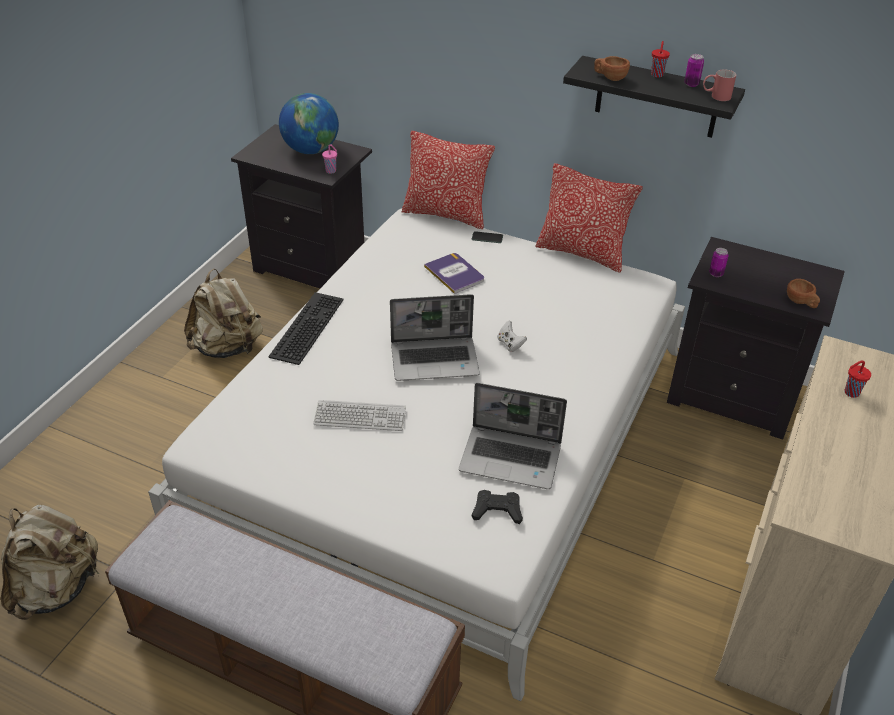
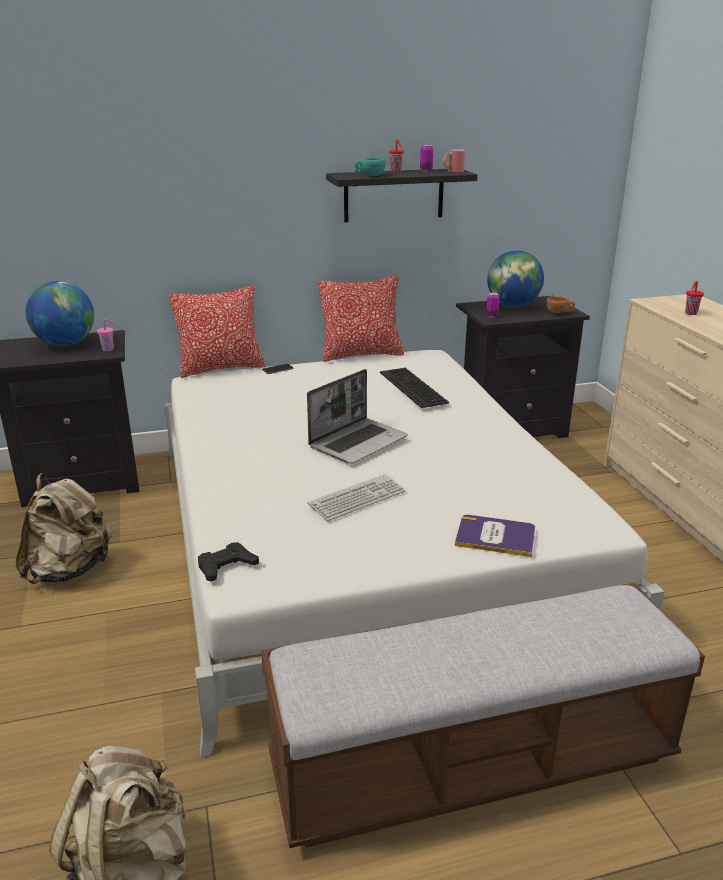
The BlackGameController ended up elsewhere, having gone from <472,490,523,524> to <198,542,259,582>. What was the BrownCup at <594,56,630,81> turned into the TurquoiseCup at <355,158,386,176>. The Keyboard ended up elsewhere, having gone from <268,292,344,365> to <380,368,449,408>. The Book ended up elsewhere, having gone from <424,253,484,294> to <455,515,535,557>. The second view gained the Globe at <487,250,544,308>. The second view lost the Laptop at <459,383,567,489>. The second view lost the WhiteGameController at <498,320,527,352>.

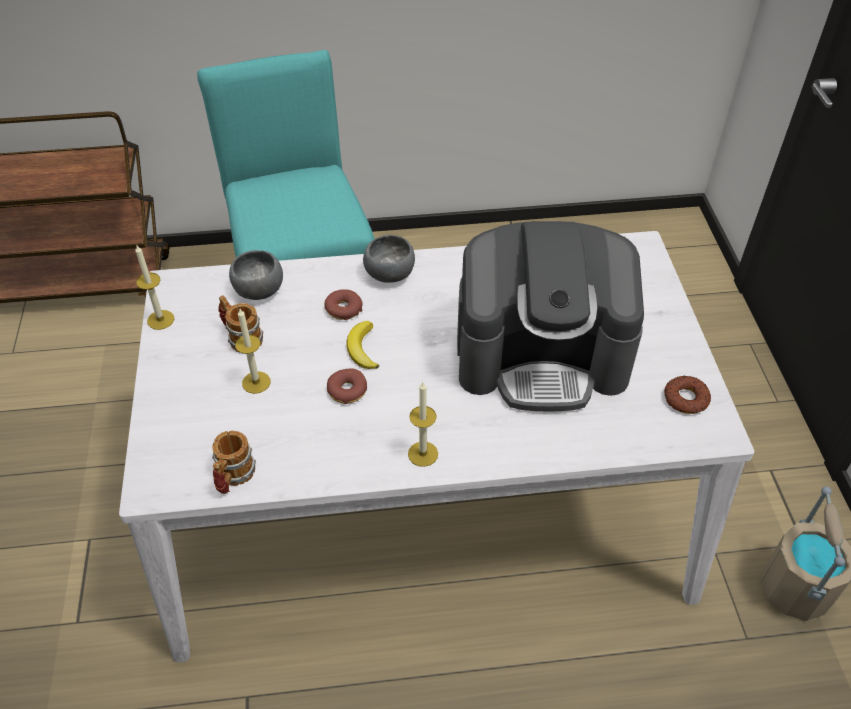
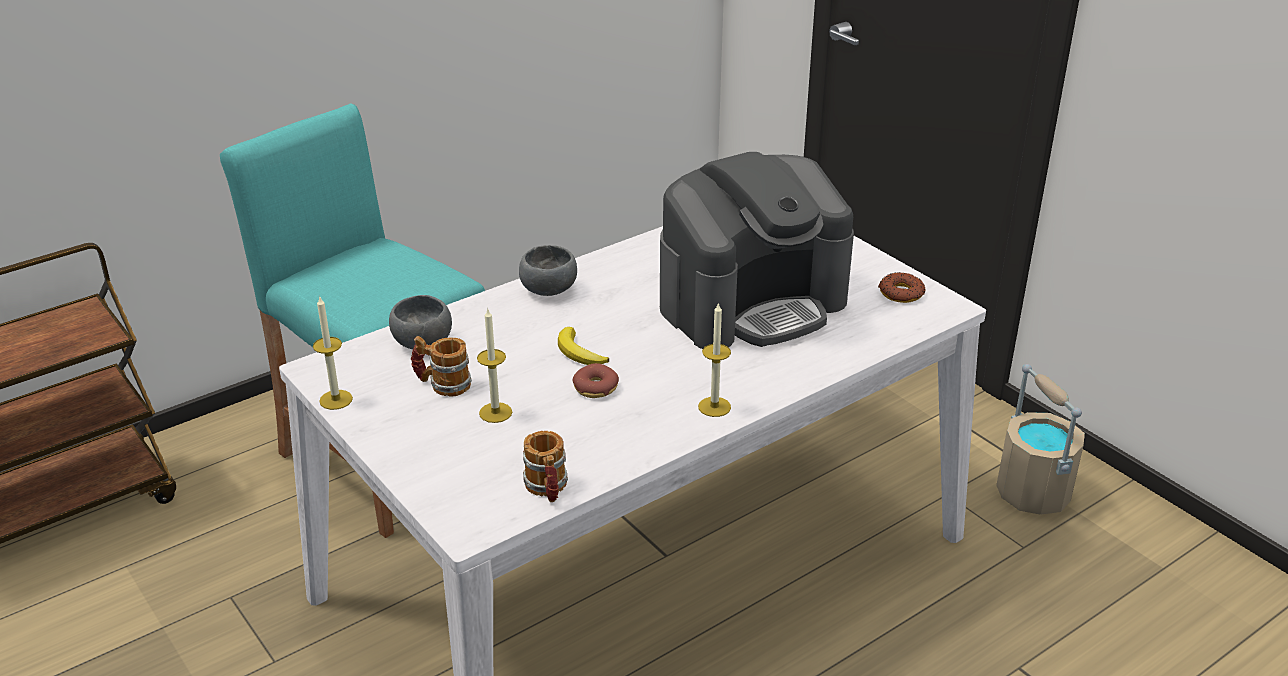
The second view lost the Donut at <324,289,363,320>.

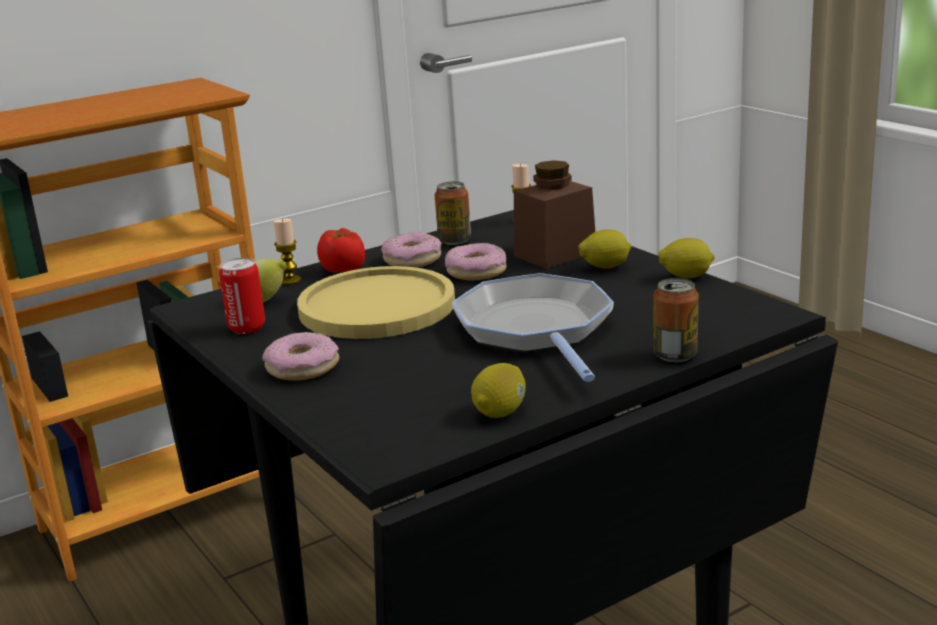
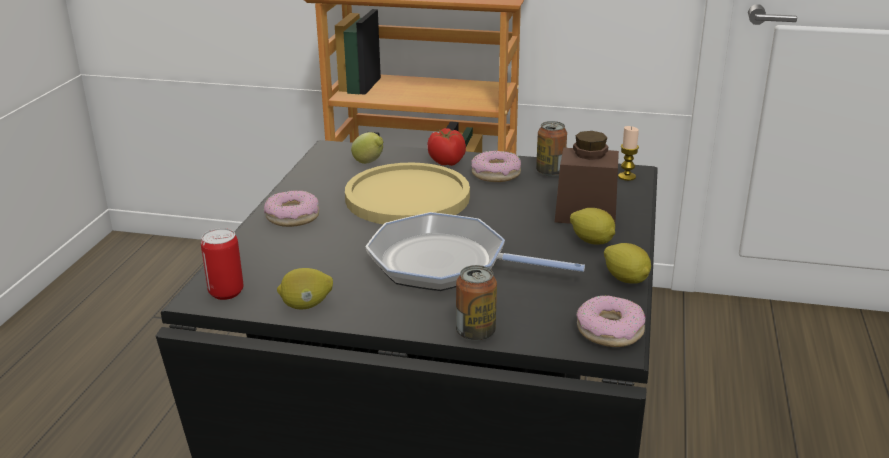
The Can ended up elsewhere, having gone from <219,258,265,334> to <201,228,244,300>. The FryingPan at <452,273,614,382> ended up facing another way, 105 degrees counterclockwise from before. The Donut ended up elsewhere, having gone from <445,243,507,280> to <577,295,645,347>. The second view lost the Candle at <273,219,301,285>.

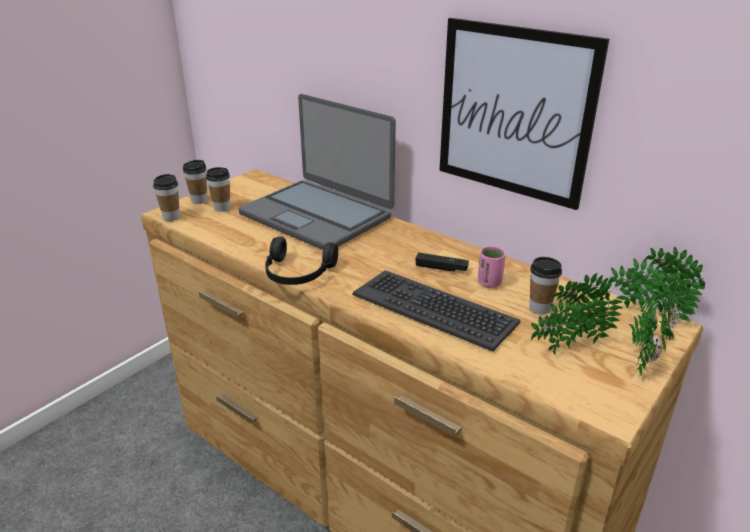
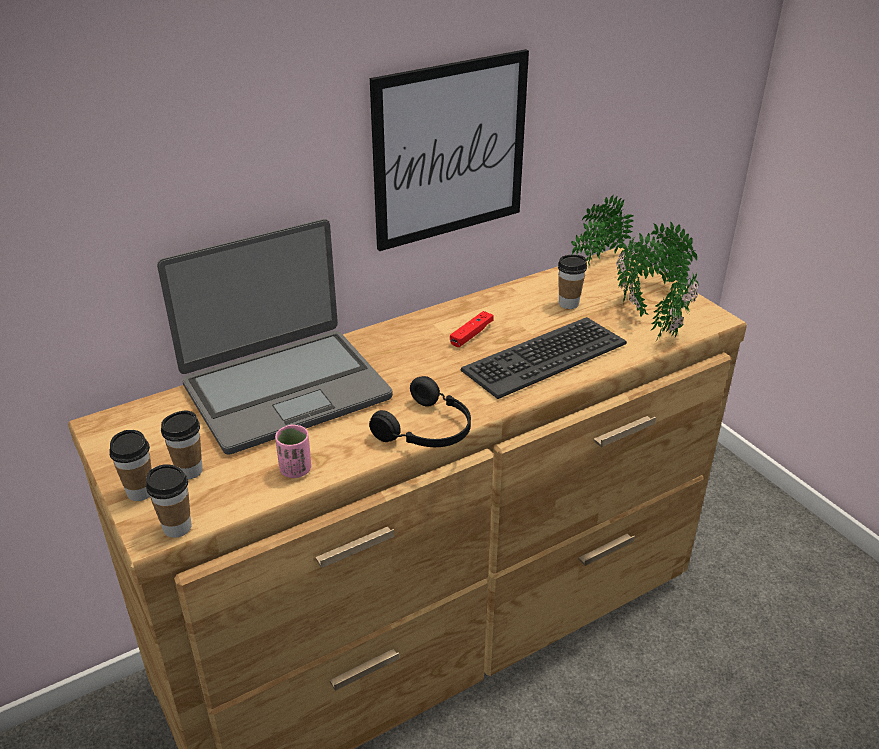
The PinkCup ended up elsewhere, having gone from <478,246,506,288> to <275,424,311,478>. What was the BlackGameController at <416,253,469,272> turned into the RedGameController at <450,311,494,347>. The second view gained the PottedPlant at <651,272,699,341>.

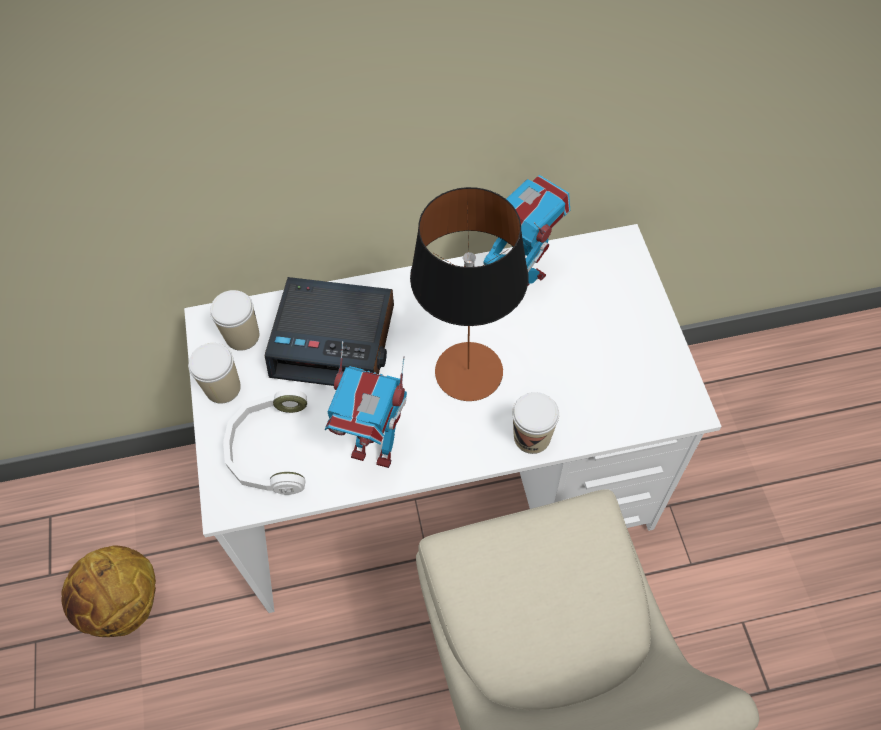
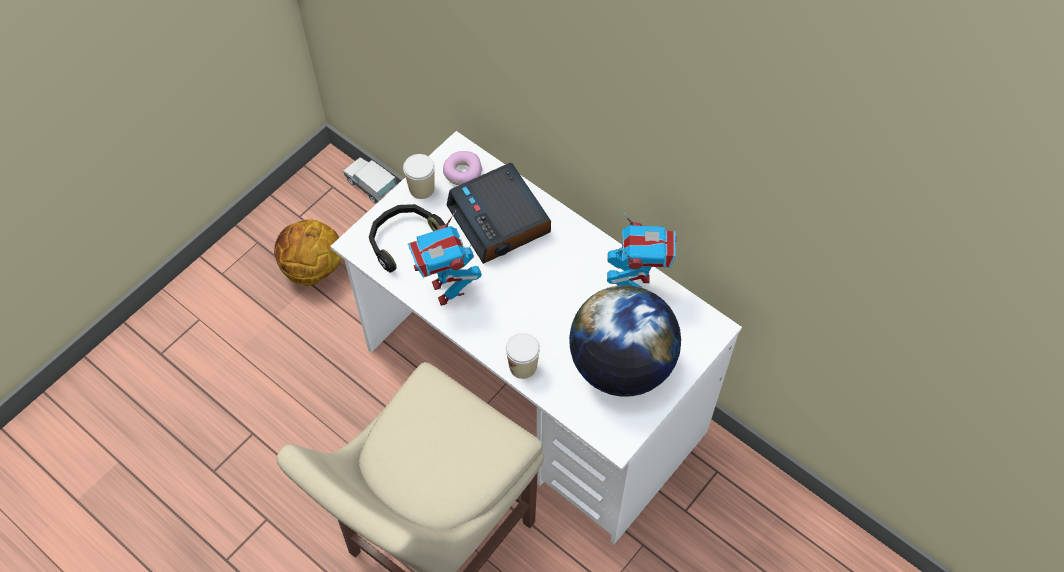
The second view gained the ToyTruck at <343,157,397,203>. What was the WhiteHeadphones at <223,389,307,495> turned into the BlackHeadphones at <369,204,445,273>. Where the Cup stood at <210,290,259,351>, the Donut came to stand at <443,151,482,185>. The second view gained the Globe at <569,285,681,397>. The second view lost the TableLamp at <410,187,528,401>.

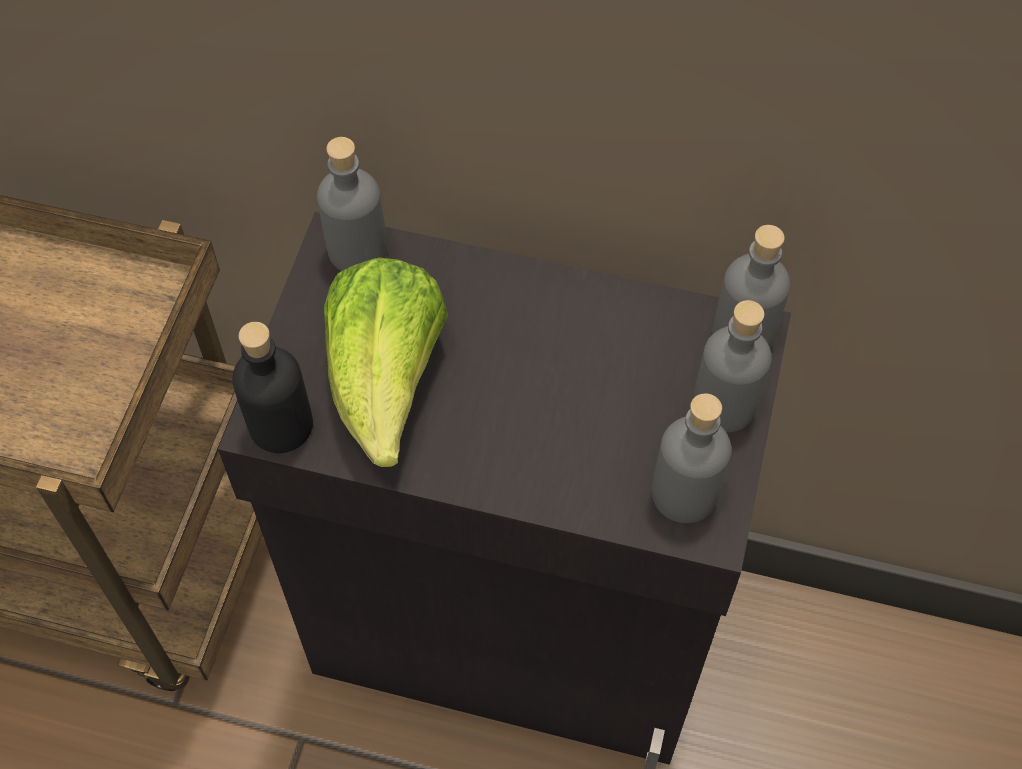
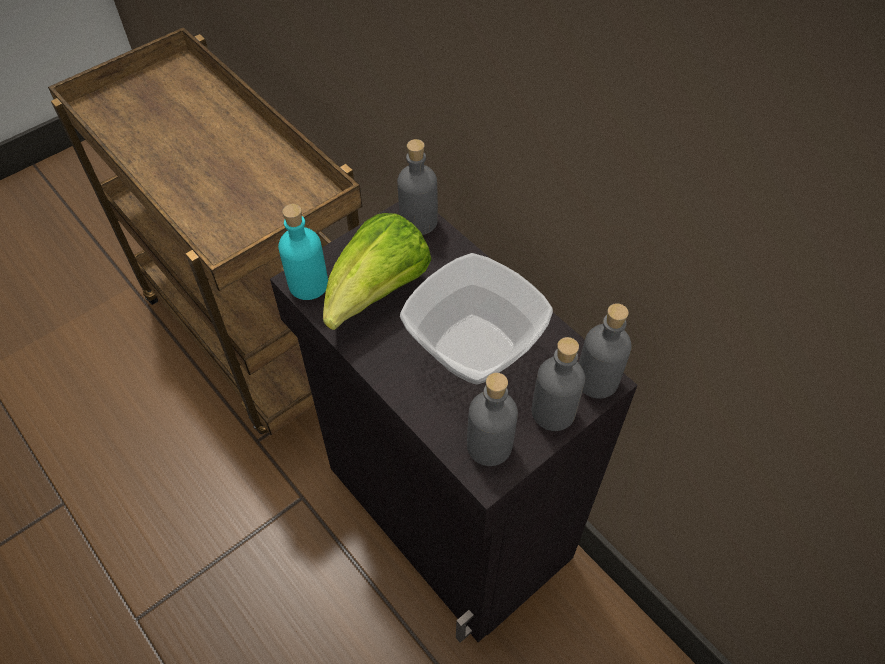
What was the BlackBottle at <232,322,313,453> turned into the TurquoiseBottle at <278,204,328,300>. The second view gained the Bowl at <400,253,553,384>.

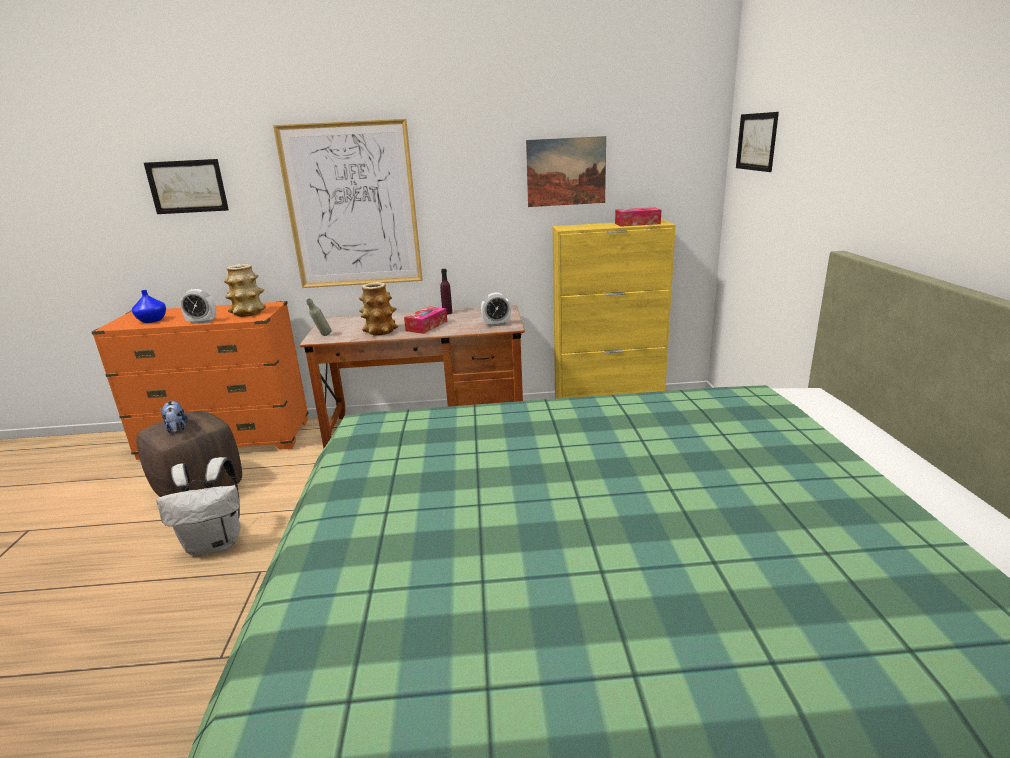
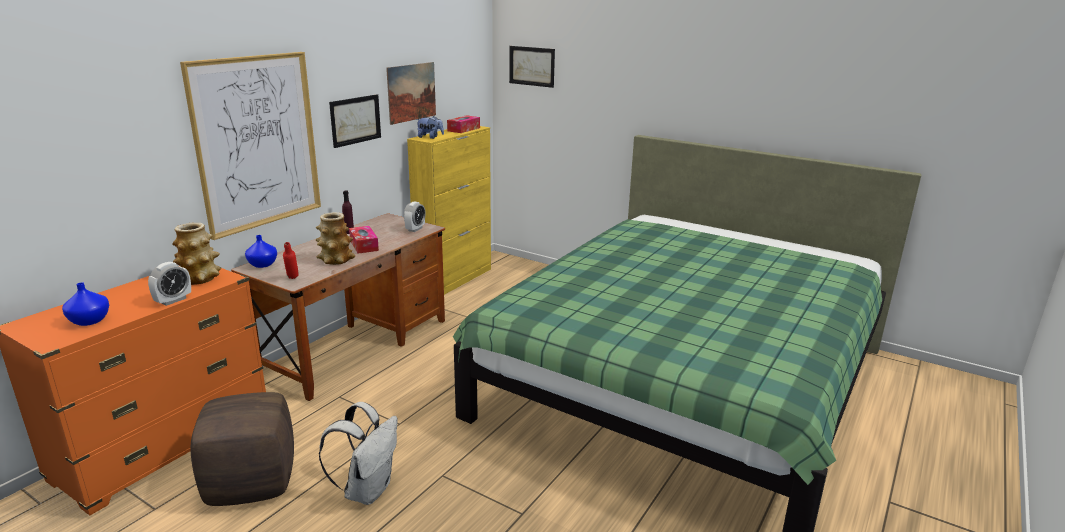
The second view gained the BlueVase at <245,235,277,268>. What was the GreyBottle at <306,298,331,336> turned into the RedBottle at <283,242,299,279>. The Picture ended up elsewhere, having gone from <144,159,229,214> to <329,94,381,148>. The PlushToy ended up elsewhere, having gone from <160,400,187,433> to <416,116,444,139>.

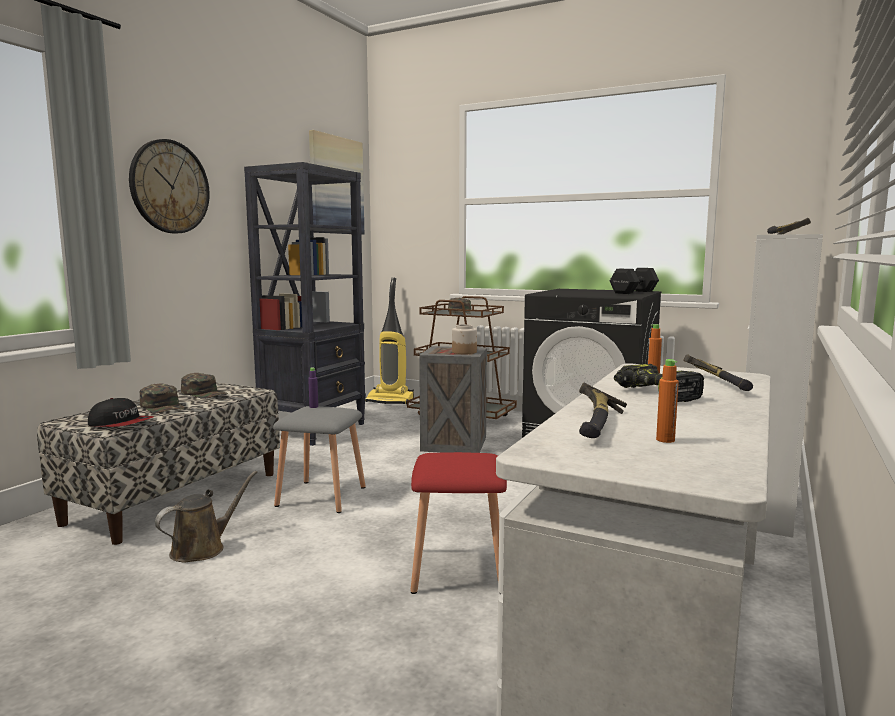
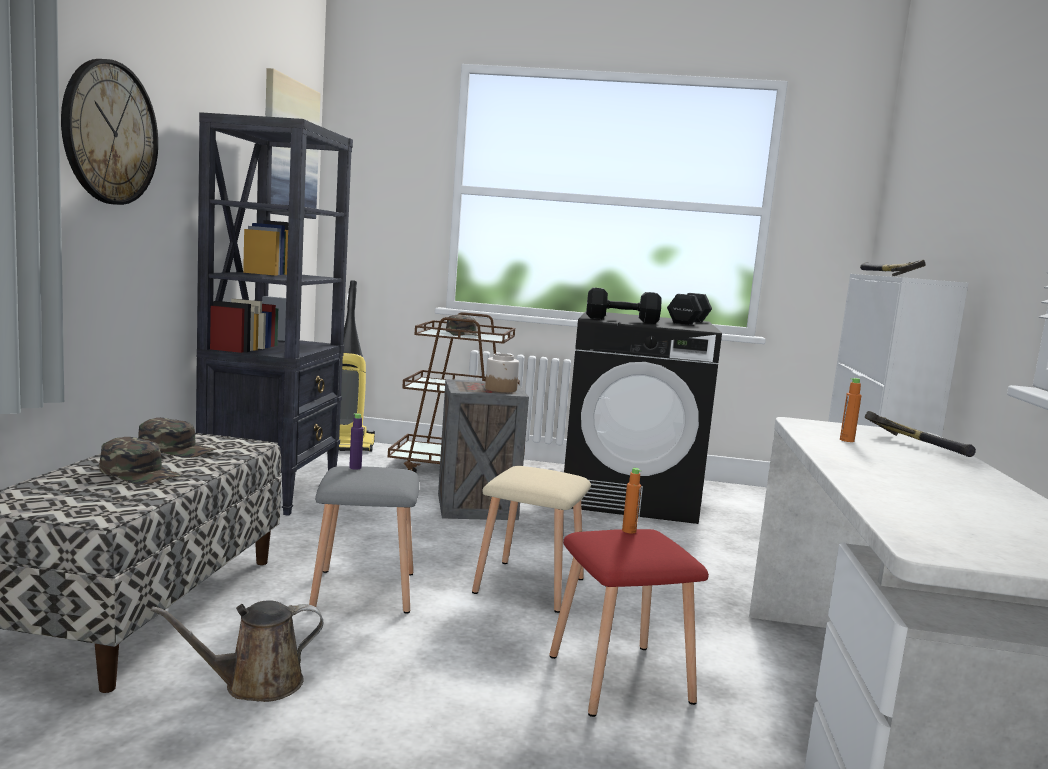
The BrownWateringCan at <155,471,258,562> ended up facing another way, 135 degrees counterclockwise from before. The second view gained the BeigeStool at <472,466,591,613>. The second view gained the BlackDumbbell at <586,288,662,324>. The OrangeBottle ended up elsewhere, having gone from <656,359,679,443> to <622,468,642,533>. The second view lost the Cap at <88,398,154,427>. The second view lost the Hammer at <579,383,627,438>. The second view lost the PowerDrill at <614,364,704,402>.

